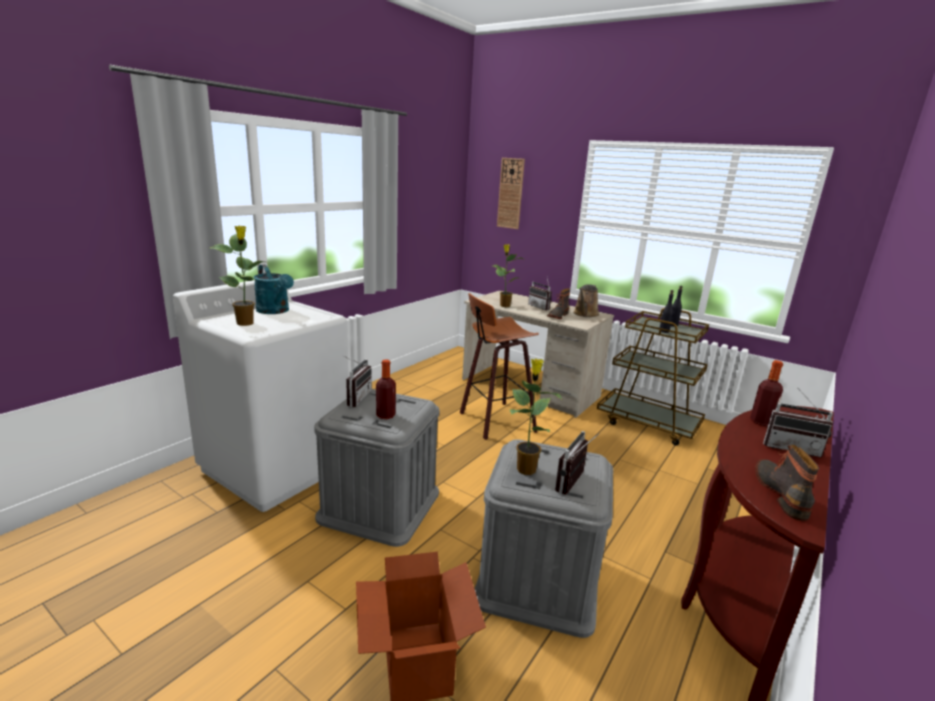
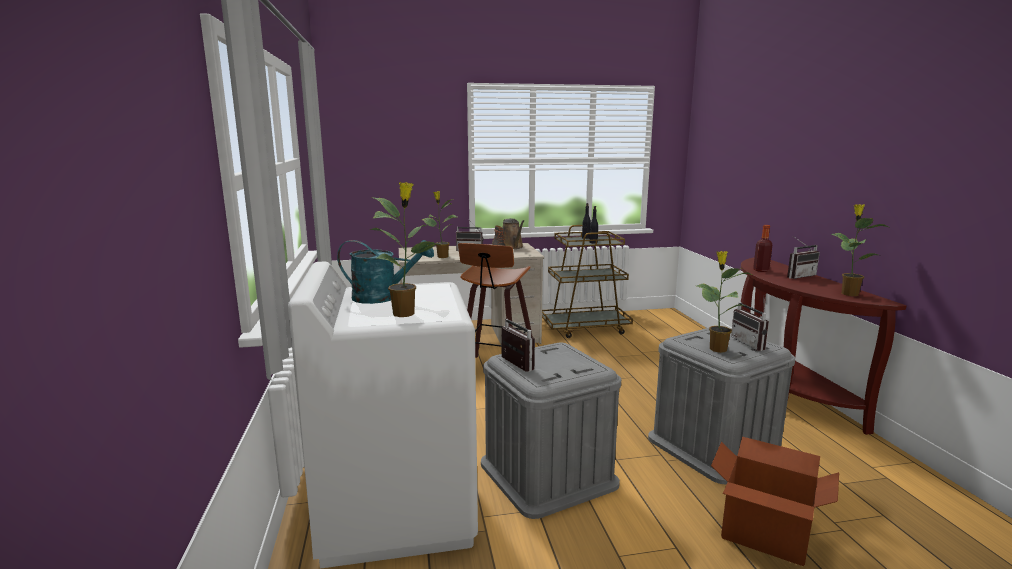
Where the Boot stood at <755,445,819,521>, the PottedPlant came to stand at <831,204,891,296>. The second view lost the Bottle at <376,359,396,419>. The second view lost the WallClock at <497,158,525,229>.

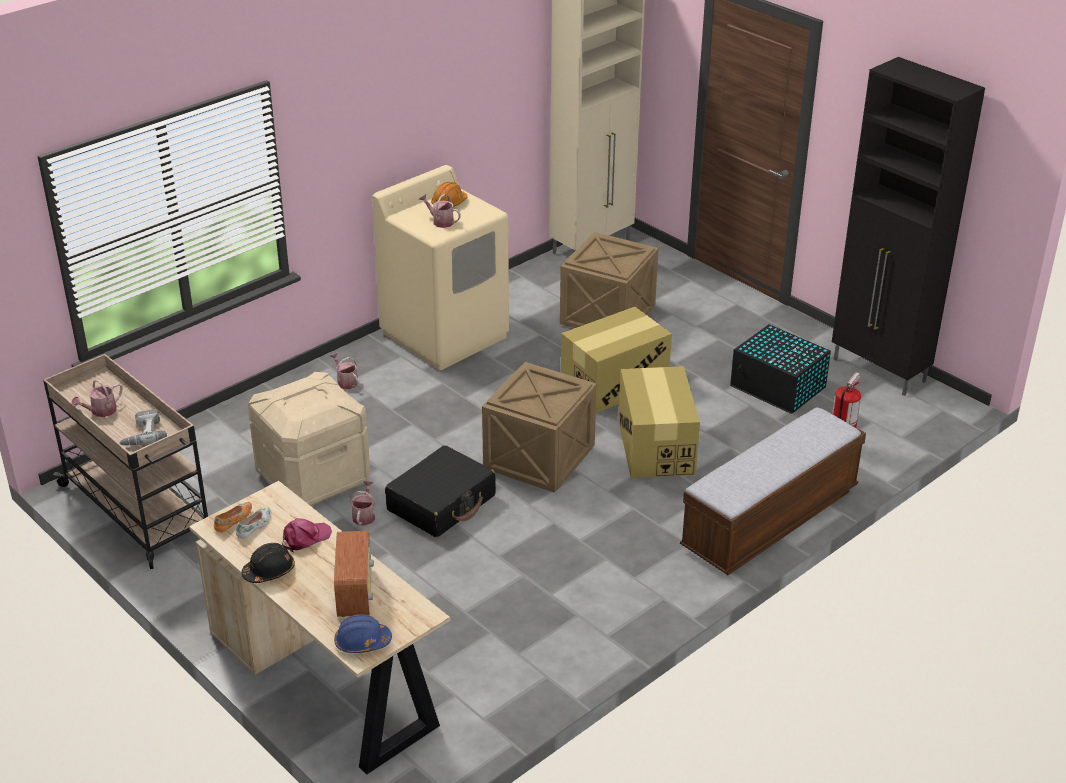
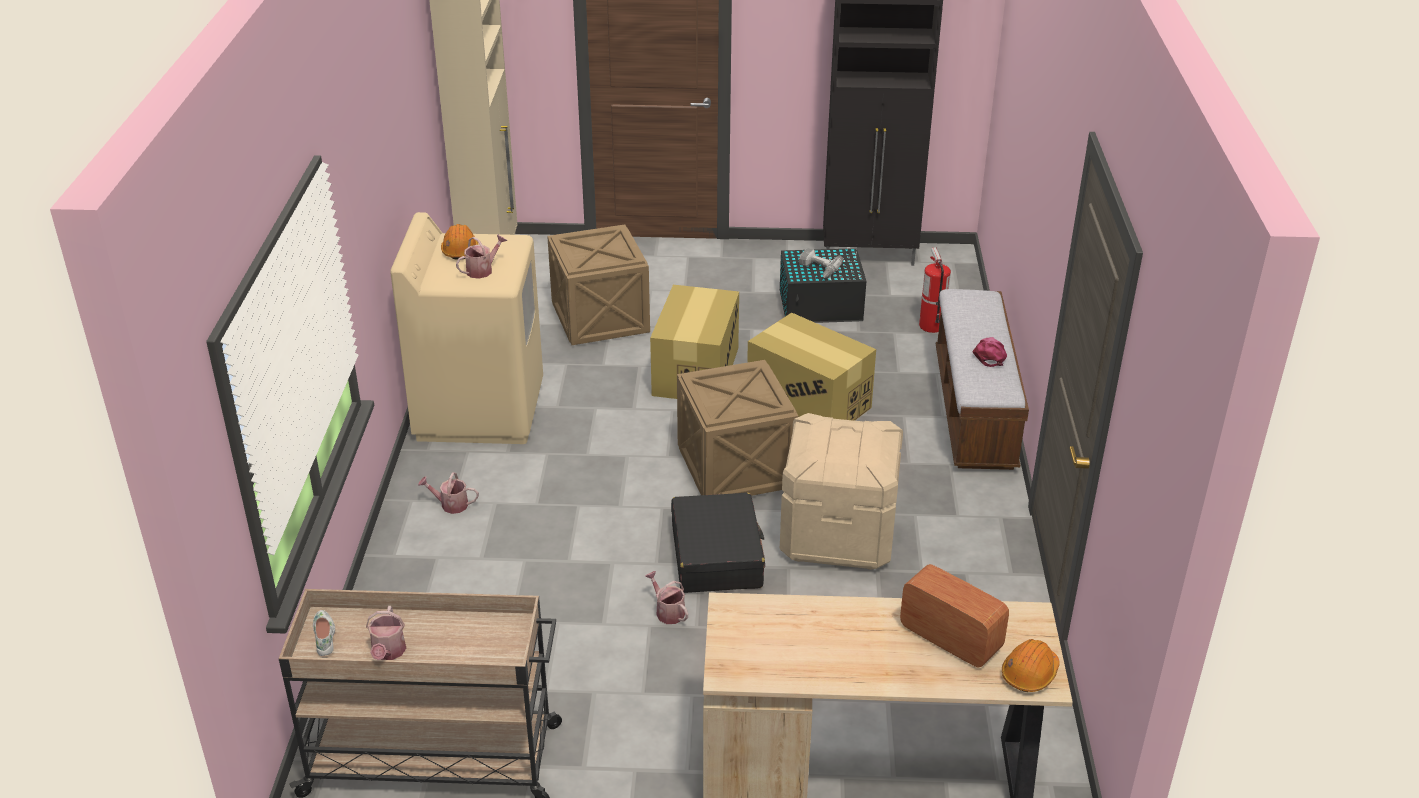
The WhiteShoe ended up elsewhere, having gone from <236,507,271,539> to <313,610,335,656>. The WateringCan at <419,194,461,228> ended up facing another way, 150 degrees clockwise from before. The BeigeStorageBox ended up elsewhere, having gone from <248,372,370,506> to <780,413,903,570>. The PowerDrill ended up elsewhere, having gone from <119,409,167,445> to <799,248,843,278>. The PinkCap ended up elsewhere, having gone from <282,518,332,553> to <973,337,1007,367>. What was the BlueHardHat at <334,614,392,653> turned into the OrangeHardHat at <1002,639,1060,692>. The second view lost the OrangeShoe at <214,502,252,532>. The second view lost the BlackHardHat at <242,543,295,583>.

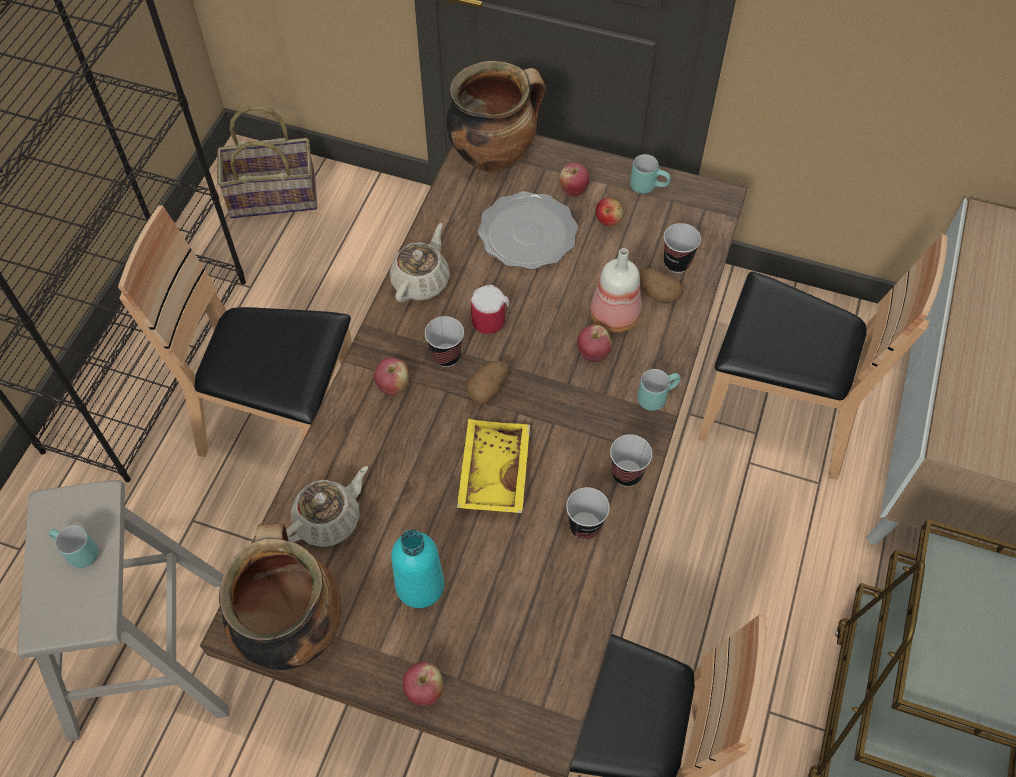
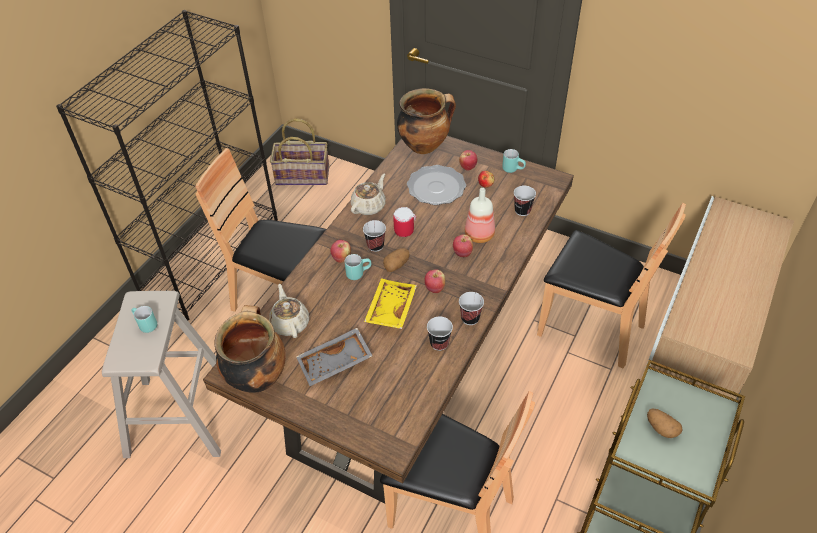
The BeigeTeapot at <286,466,368,547> ended up facing another way, 75 degrees counterclockwise from before. Where the TurquoiseBottle stood at <391,529,444,608>, the GreyTray came to stand at <296,328,373,386>. The TurquoiseMug ended up elsewhere, having gone from <638,369,681,411> to <345,254,371,280>. The Apple ended up elsewhere, having gone from <403,662,443,706> to <424,269,445,293>. The Potato ended up elsewhere, having gone from <639,268,683,304> to <647,409,683,438>.

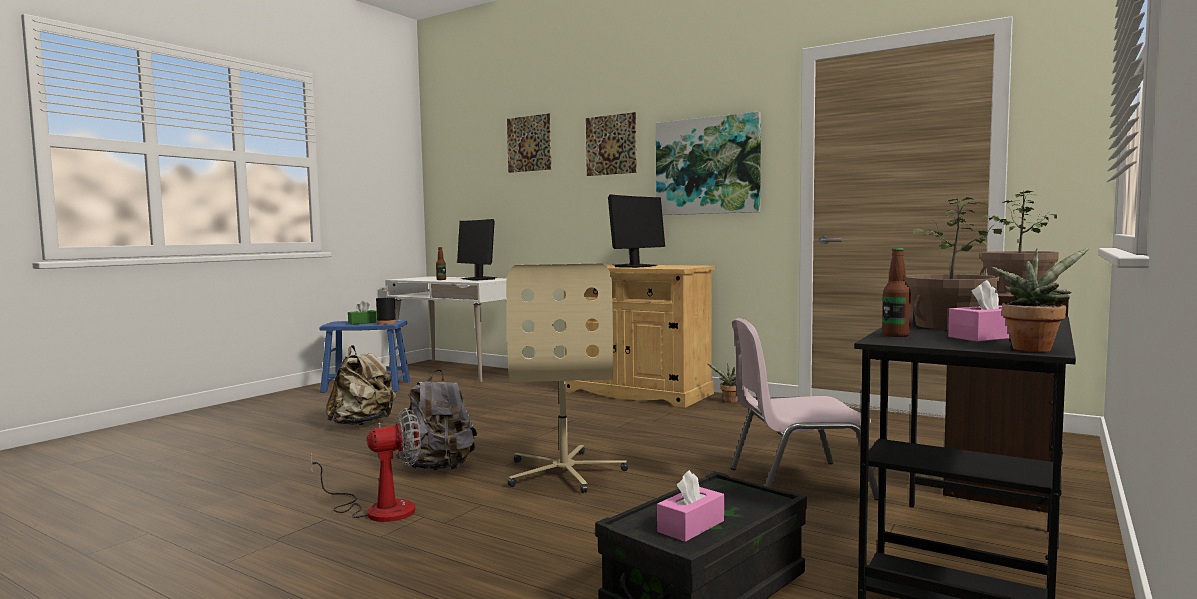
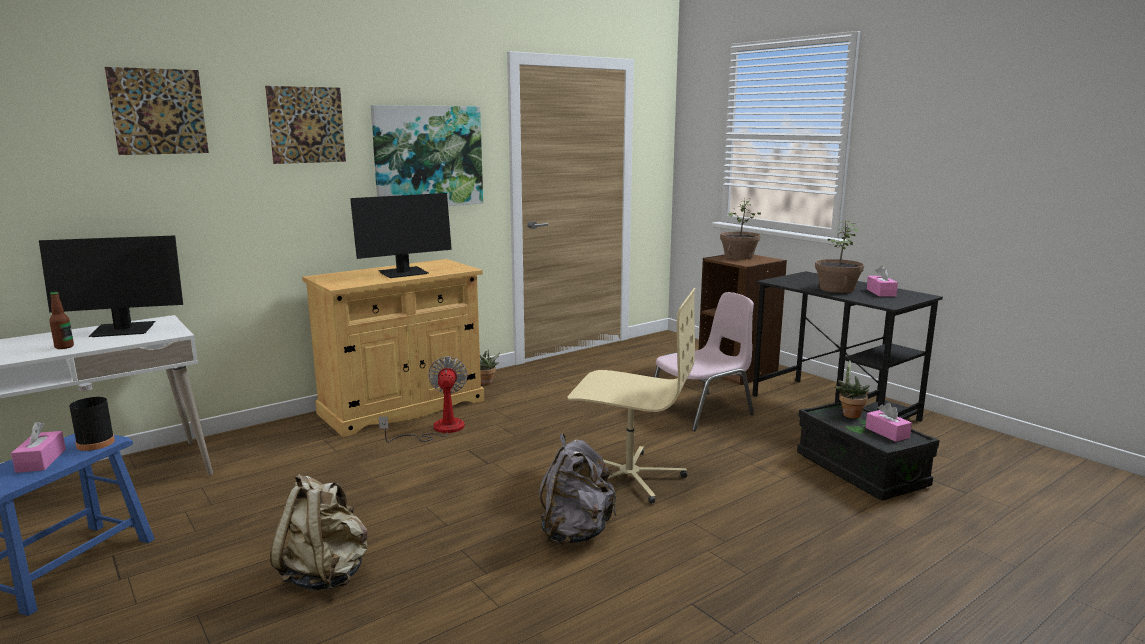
What was the GreenTissueBox at <348,301,377,325> turned into the PinkTissueBox at <11,422,66,473>. The Monitor at <608,195,665,268> ended up facing another way, 90 degrees clockwise from before. The Fan ended up elsewhere, having gone from <311,408,421,522> to <379,357,468,443>. The PinkChair at <730,318,879,500> ended up facing another way, 135 degrees counterclockwise from before. The PottedPlant ended up elsewhere, having gone from <991,248,1089,352> to <834,360,870,419>. The second view lost the Bottle at <882,248,911,337>.

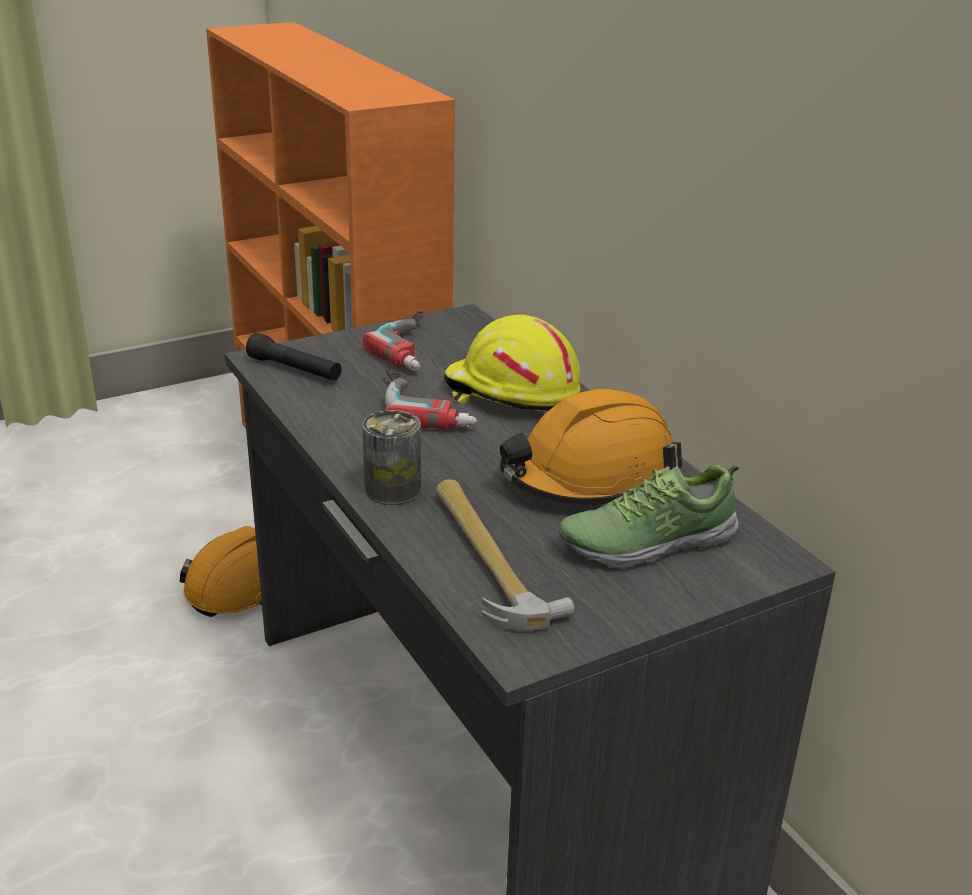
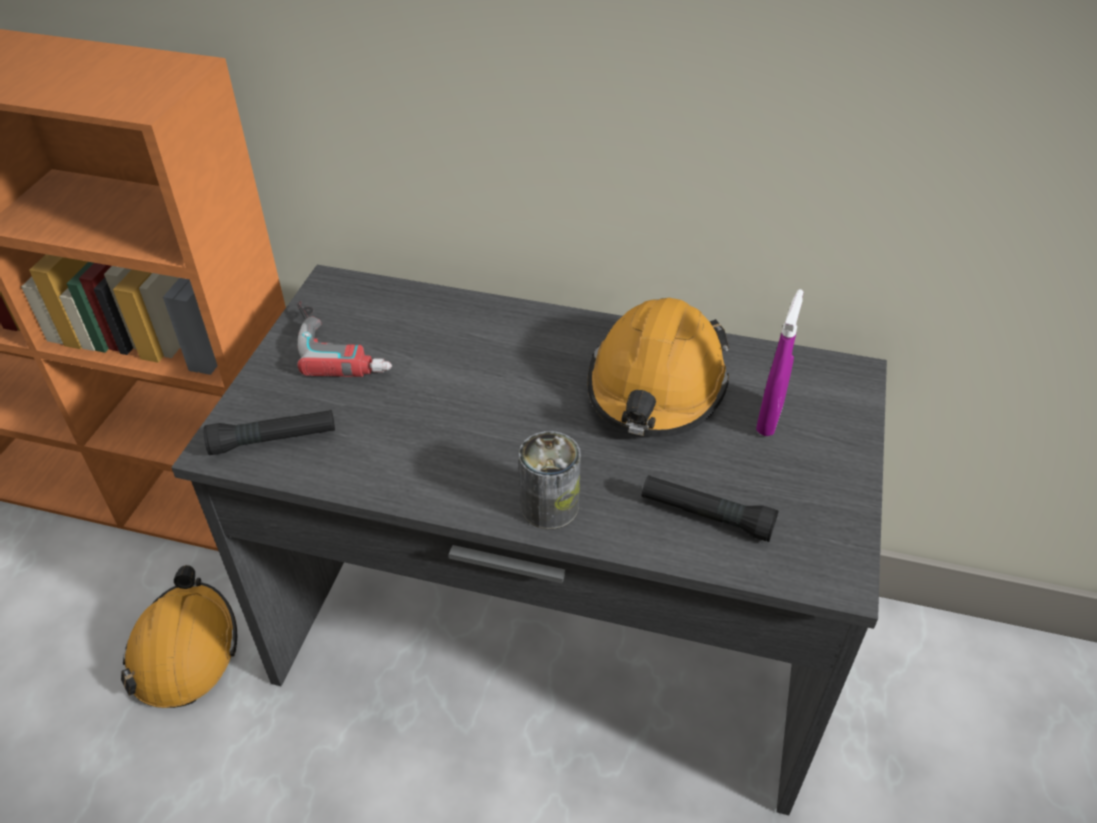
Where the Hammer stood at <436,479,575,631>, the BlackFlashlight came to stand at <642,475,779,542>. Where the Shoe stood at <558,464,739,568>, the PurpleSprayBottle came to stand at <756,289,804,436>. The second view lost the PowerDrill at <385,368,477,430>. The second view lost the YellowHardHat at <443,315,581,411>.

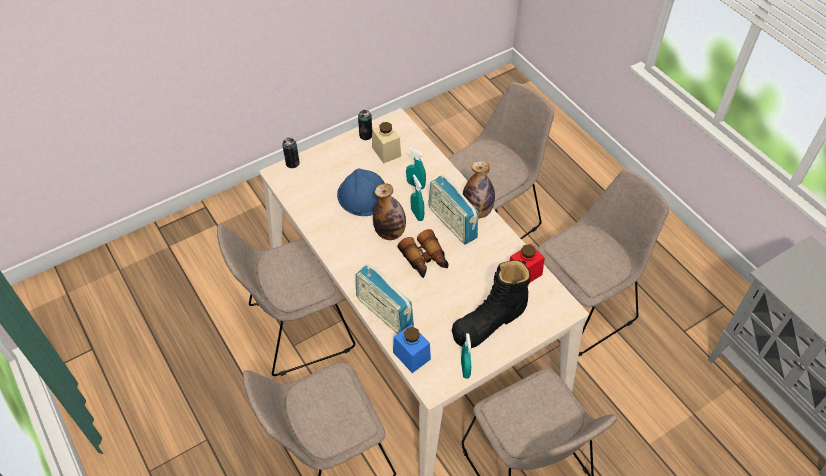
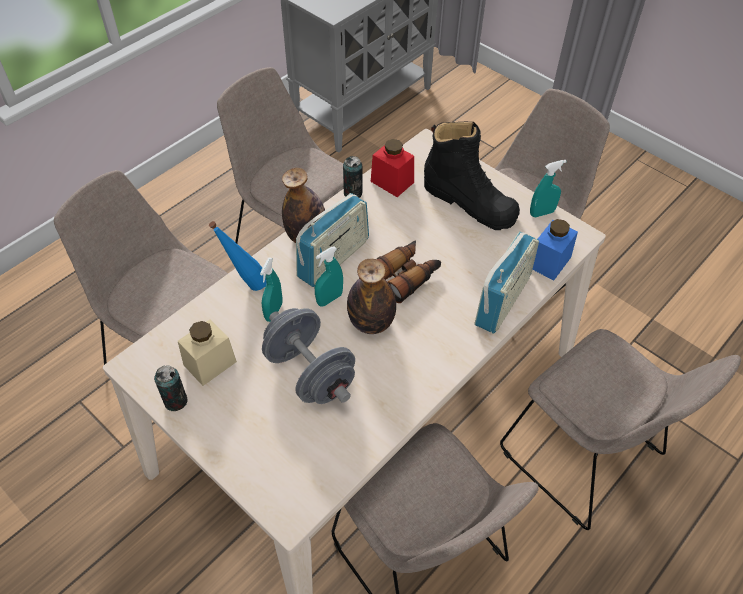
The second view gained the BlueBottle at <209,221,267,291>. Where the BlueHardHat stood at <337,169,385,216>, the GreyDumbbell came to stand at <262,308,355,404>. The Can ended up elsewhere, having gone from <282,138,300,168> to <343,156,362,198>.

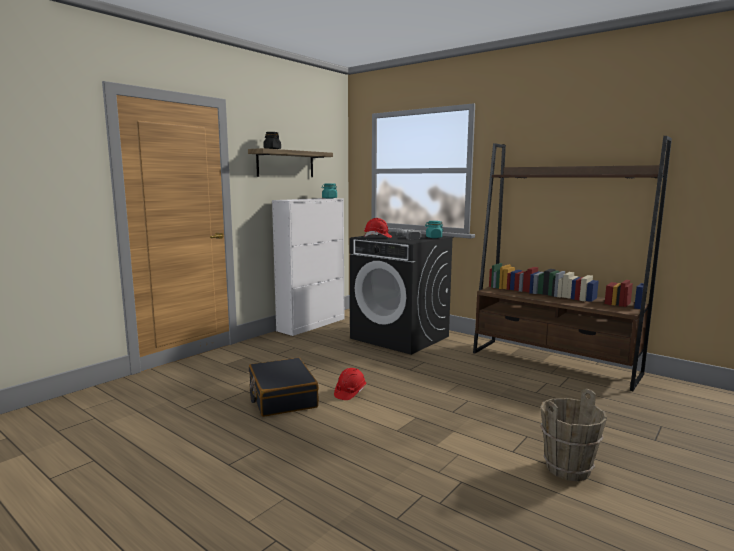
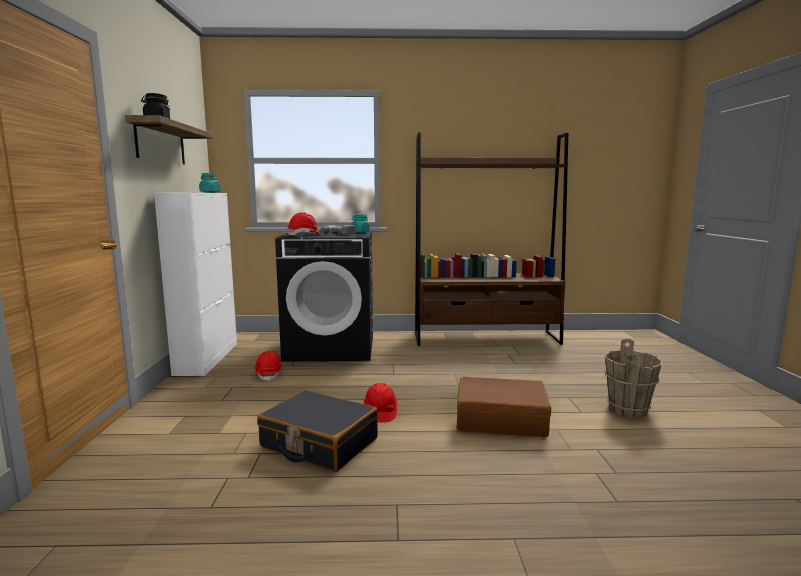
The second view gained the RedHardHat at <254,351,283,381>. The second view gained the BrownSuitcase at <457,377,551,437>.

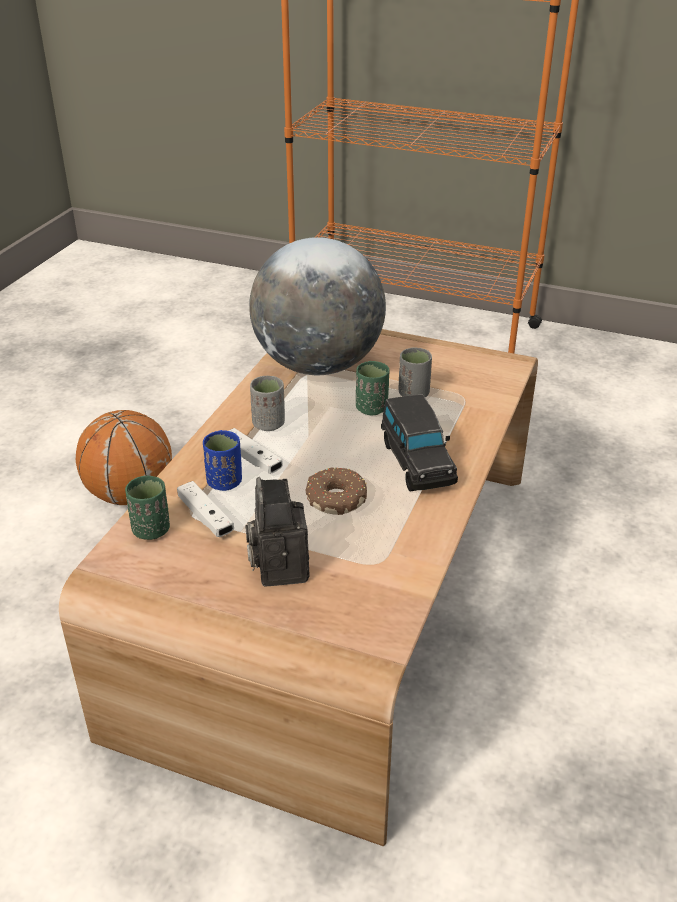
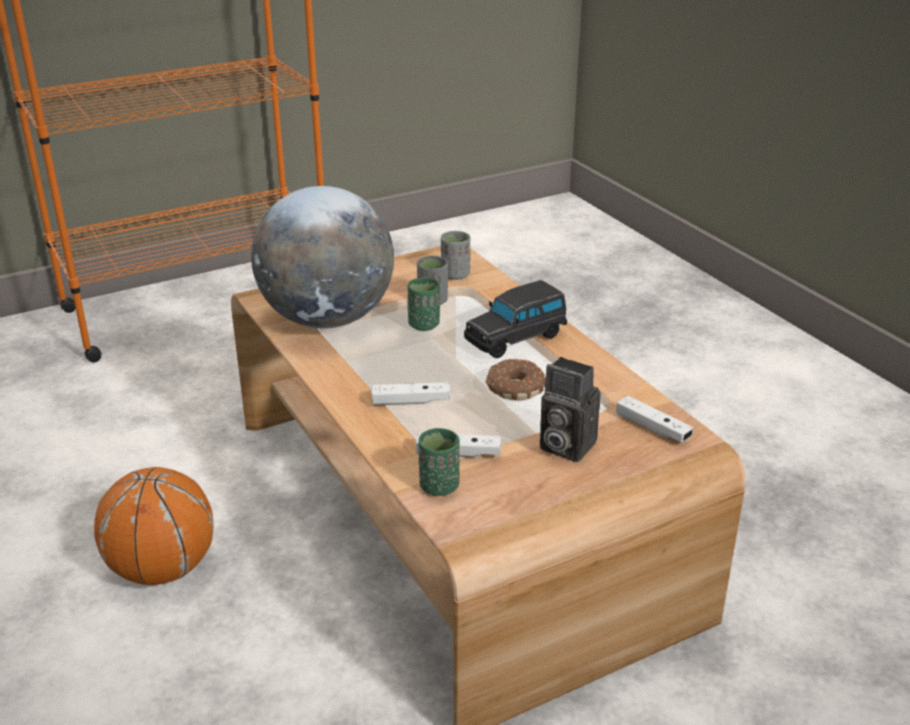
The GreyCup ended up elsewhere, having gone from <250,376,285,431> to <441,231,470,280>. The BlackToyCar at <381,394,458,491> ended up facing another way, 120 degrees clockwise from before. The second view gained the WhiteGameController at <616,396,693,442>. The second view lost the BlueCup at <203,430,242,491>.

